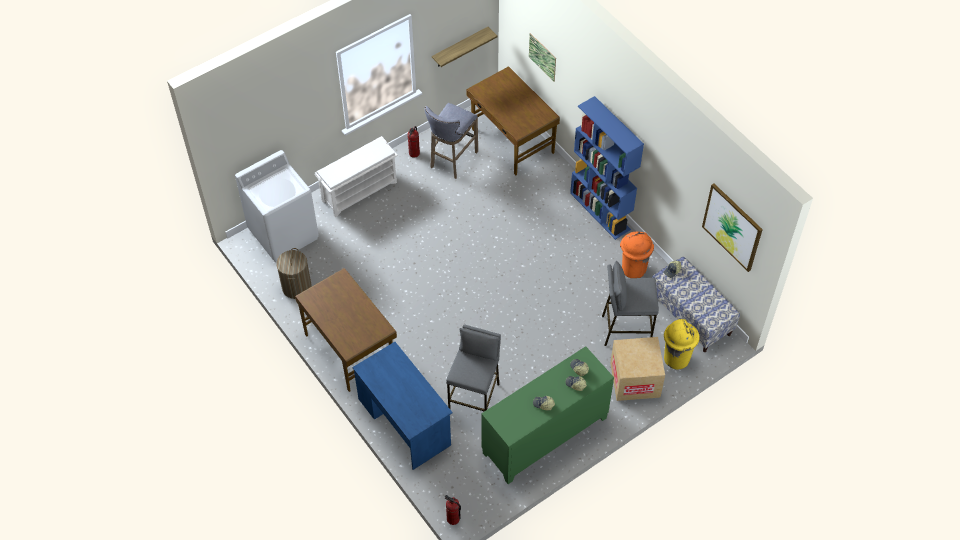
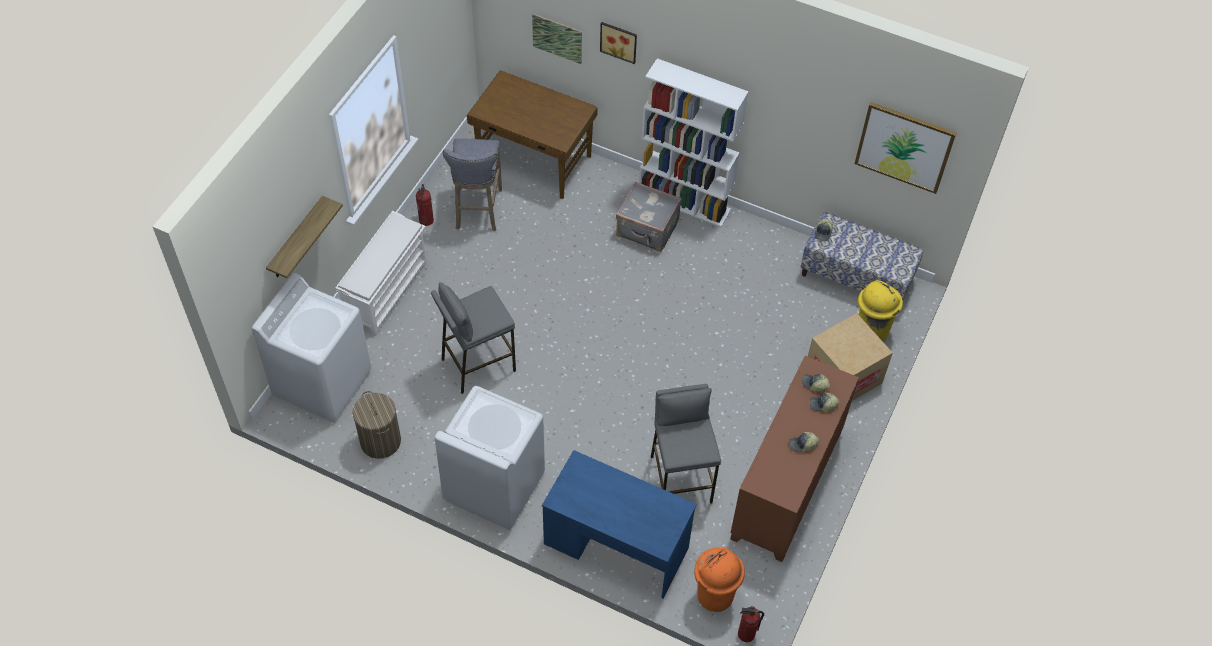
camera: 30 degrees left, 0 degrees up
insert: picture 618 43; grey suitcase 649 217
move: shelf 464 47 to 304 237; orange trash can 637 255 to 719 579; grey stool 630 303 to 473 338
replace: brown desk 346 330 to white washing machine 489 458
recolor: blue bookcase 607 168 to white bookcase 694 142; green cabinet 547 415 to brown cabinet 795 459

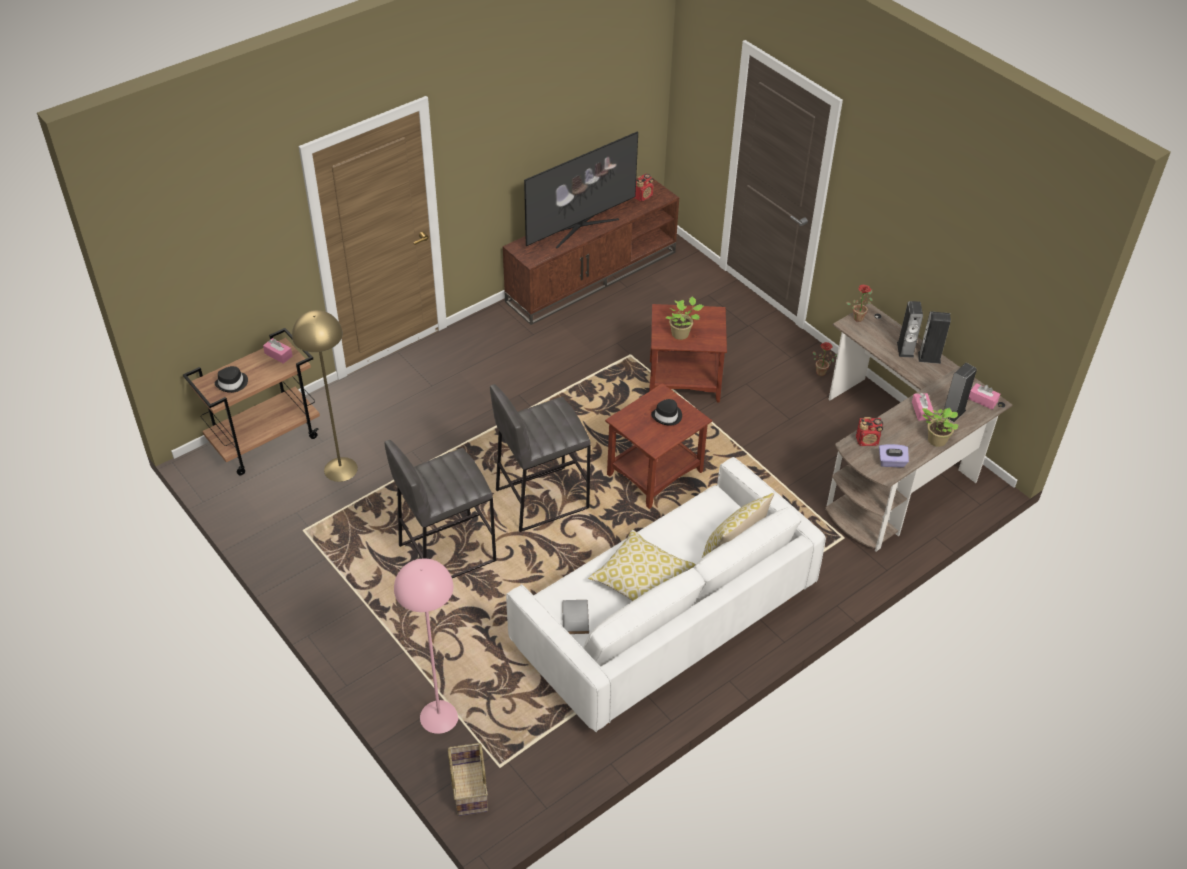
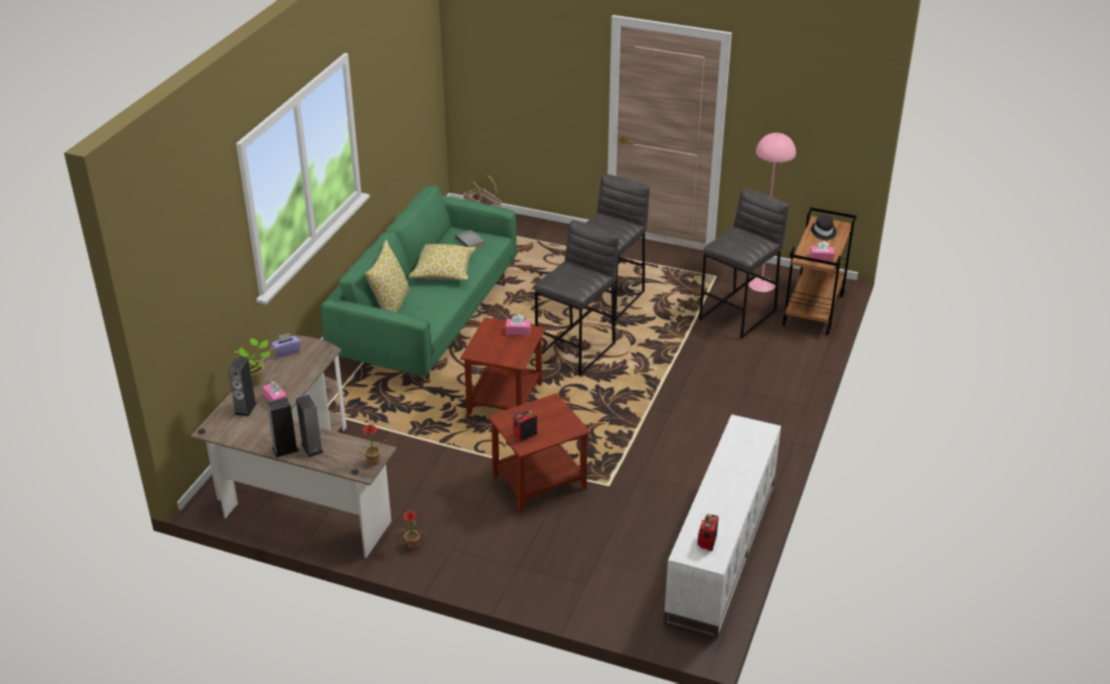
camera: 150 degrees right, 10 degrees down
delete: television 581 189; potted plant 684 318; black hat 666 412
move: pink tissue box 984 396 to 518 324; radio 869 431 to 525 426; pink floor lamp 426 646 to 772 212
replace: yellow floor lamp 325 396 to grey stool 744 263
recolor: brown tv stand 591 252 to white tv stand 722 526; white sofa 666 594 to green sofa 418 282

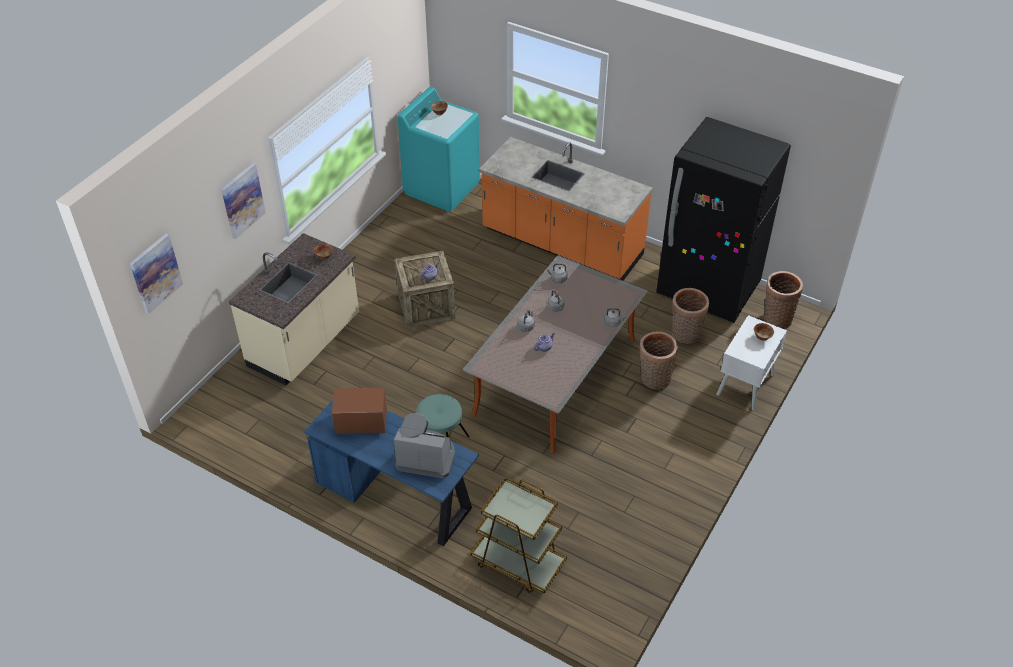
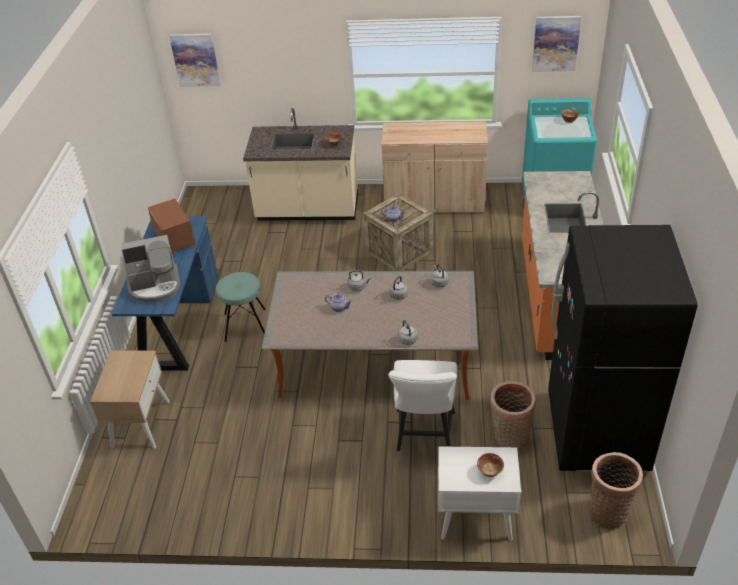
camera: 65 degrees right, 5 degrees down
insert: beige cabinet 435 166
move: picture 243 201 to 556 44
replace: basket 658 360 to white chair 422 405; brown cart 519 535 to beige nightstand 130 399
rotate: coffee machine 424 445 = 151 269 90 degrees clockwise

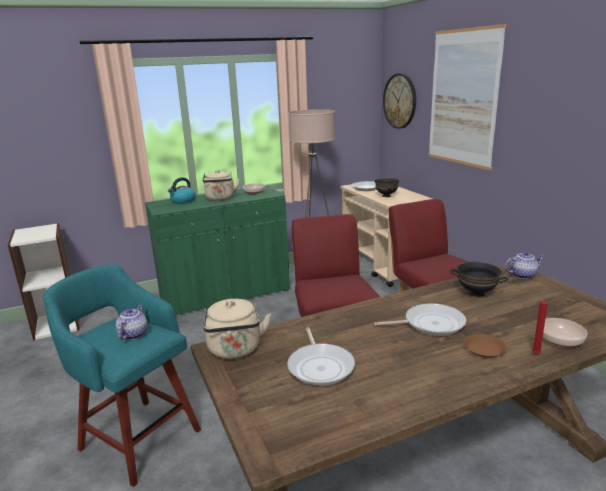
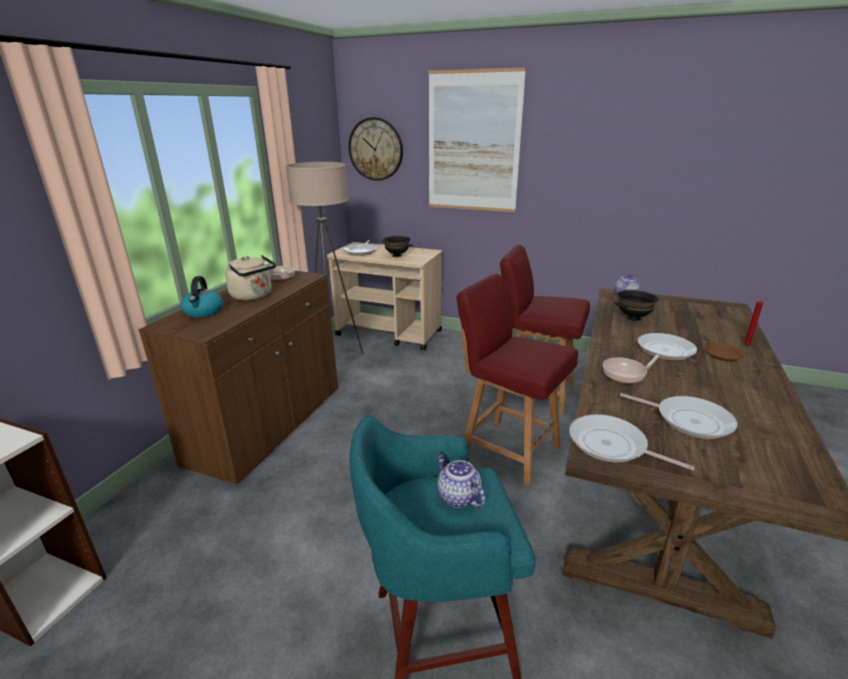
camera: 45 degrees left, 5 degrees up
move: bowl 565 332 to 625 370
replace: beige kettle 237 329 to frying pan 631 442
recolor: green cabinet 217 250 to brown cabinet 238 378

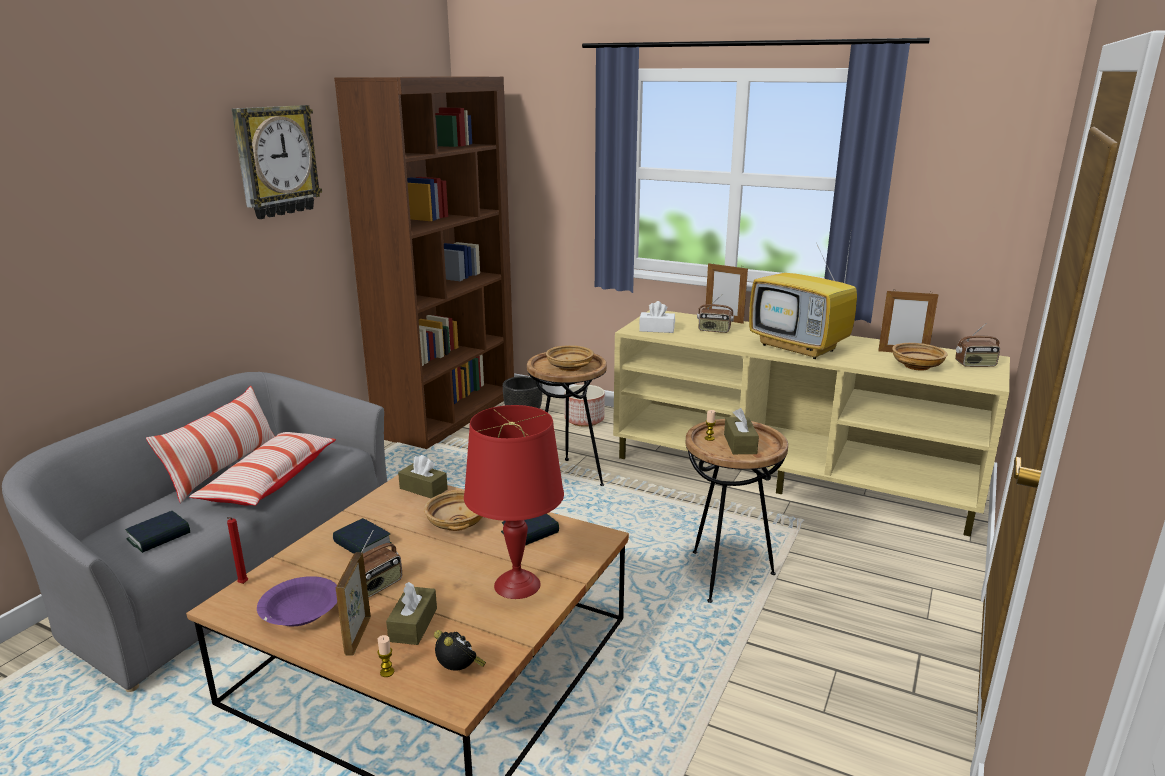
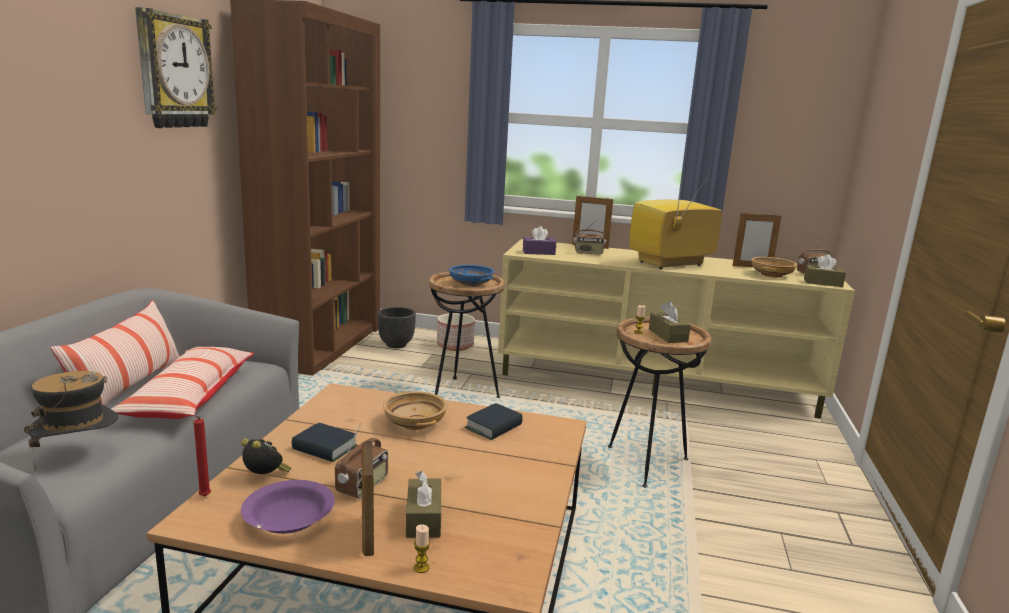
camera: 15 degrees left, 5 degrees down
delete: red table lamp 514 502
move: brown tissue box 423 476 to 825 270; alarm clock 460 650 to 266 456
replace: book 157 532 to hat 71 421
recolor: white tissue box 657 317 to purple tissue box 539 240; beige bowl 570 358 to blue bowl 471 276
rotate: television 803 297 = 676 216 120 degrees clockwise

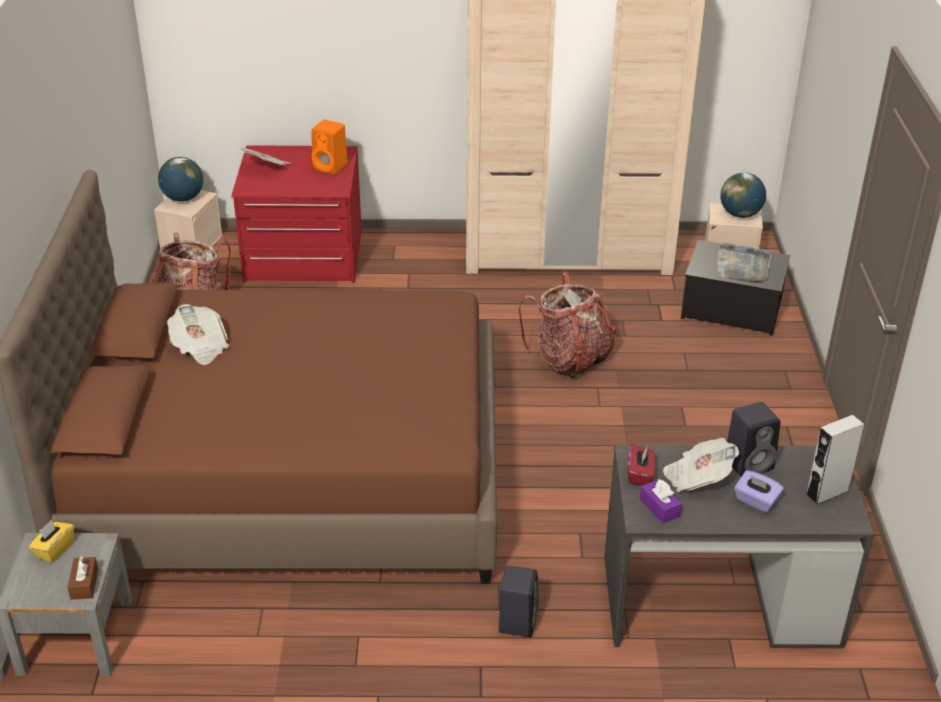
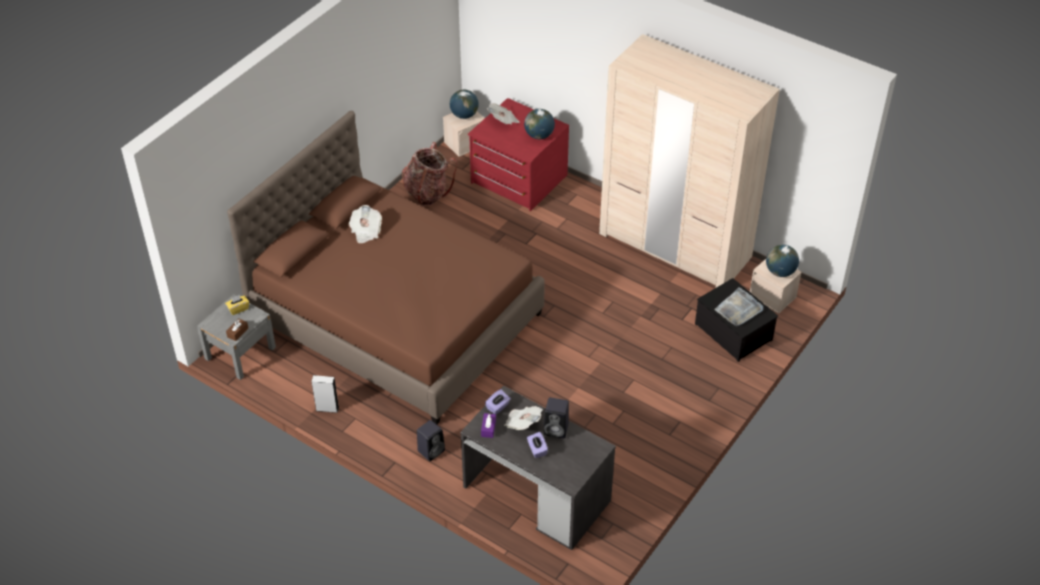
camera: 35 degrees right, 10 degrees up
delete: backpack 567 325
move: grey speaker 835 460 to 325 394
replace: orange speaker 330 147 to globe 539 124
recolor: red tissue box 641 464 to purple tissue box 498 401

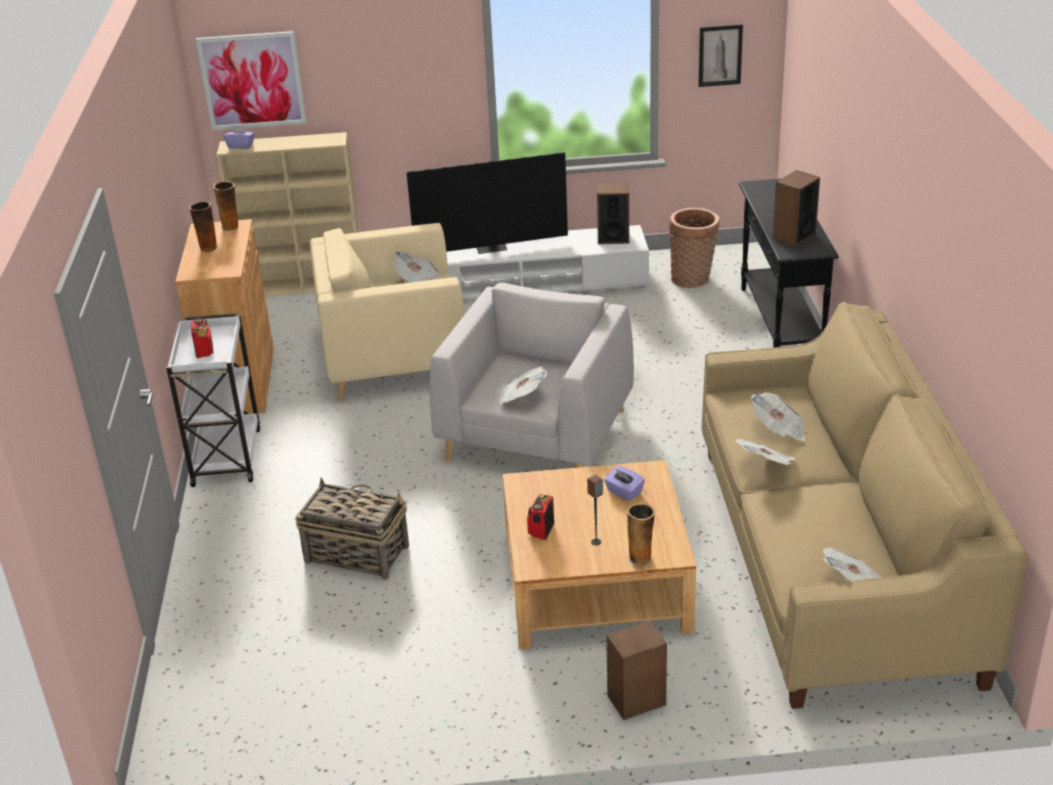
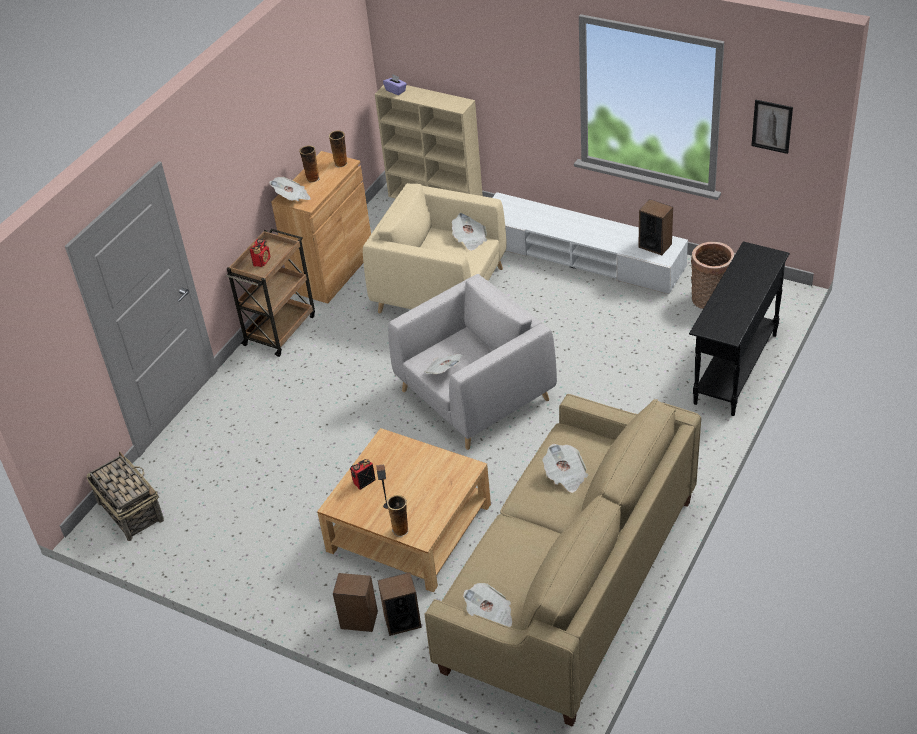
camera: 35 degrees right, 10 degrees up
delete: picture 251 80; television 487 203; purple tissue box 624 483
move: speaker 796 208 to 400 604; newspaper 765 452 to 290 189; basket 352 528 to 125 496
recolor: white cart 213 400 to brown cart 270 293

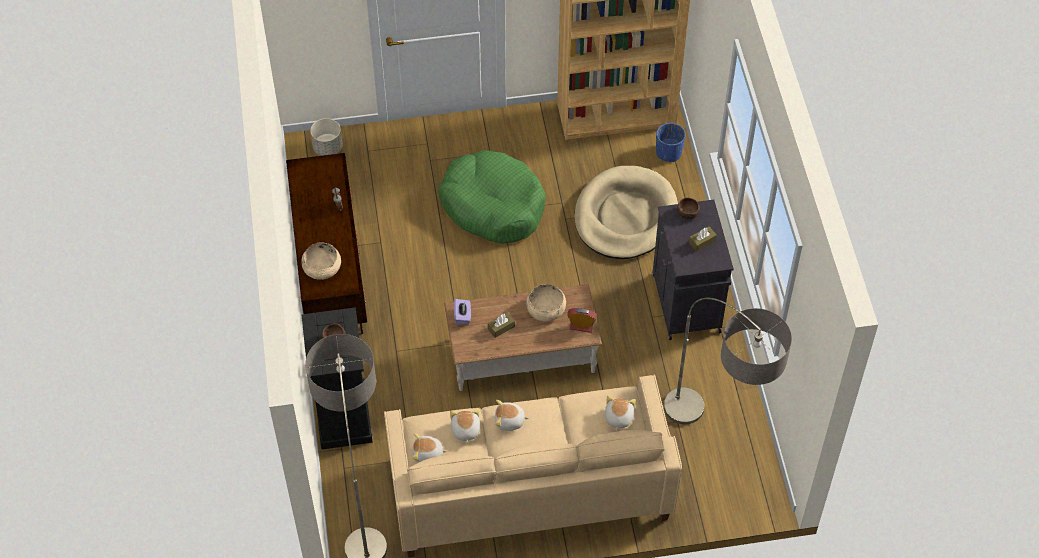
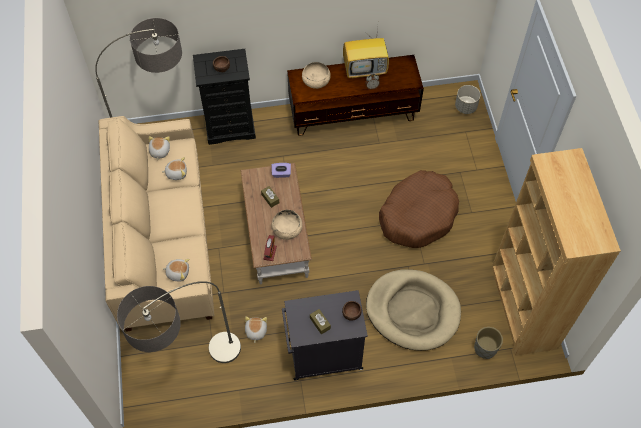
camera: 90 degrees right, 5 degrees up
insert: television 366 52
move: plush toy 512 415 to 256 329
recolor: blue planter 671 142 to grey planter 488 343; green dog bed 492 197 to brown dog bed 419 209

